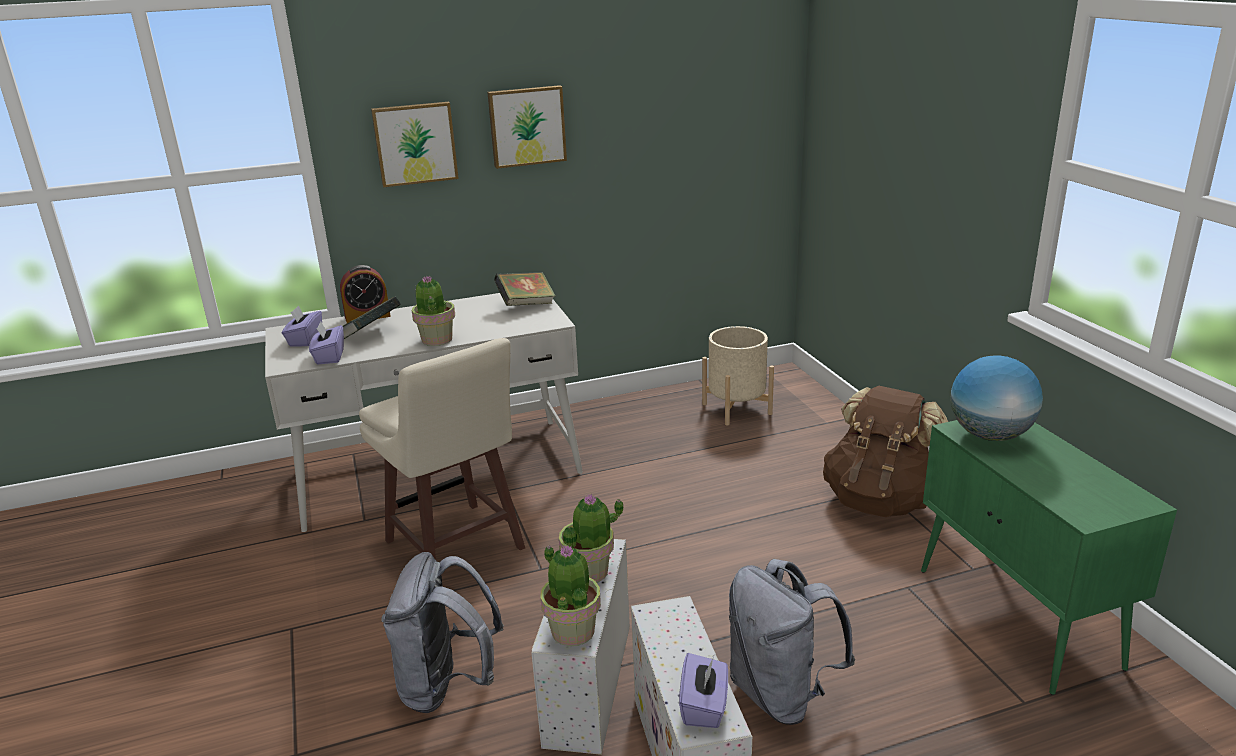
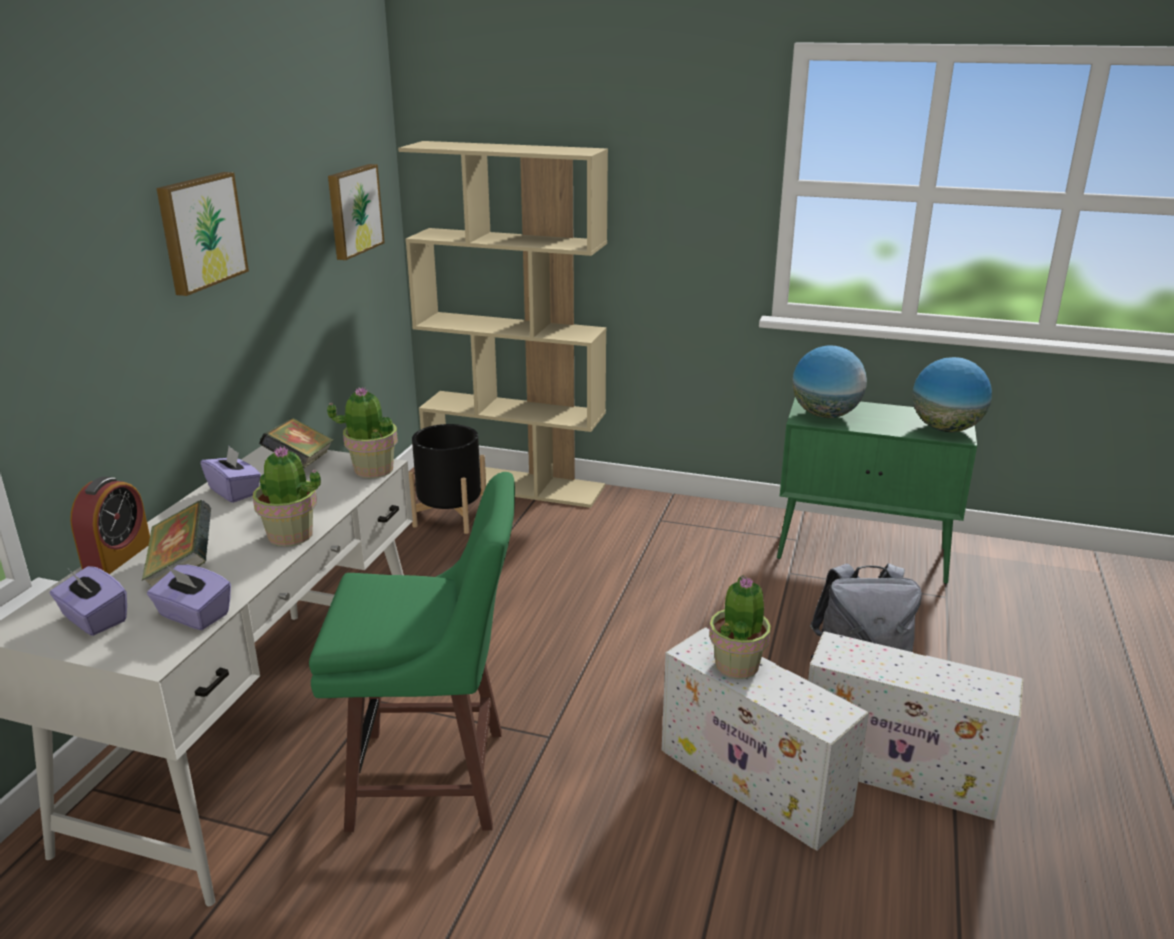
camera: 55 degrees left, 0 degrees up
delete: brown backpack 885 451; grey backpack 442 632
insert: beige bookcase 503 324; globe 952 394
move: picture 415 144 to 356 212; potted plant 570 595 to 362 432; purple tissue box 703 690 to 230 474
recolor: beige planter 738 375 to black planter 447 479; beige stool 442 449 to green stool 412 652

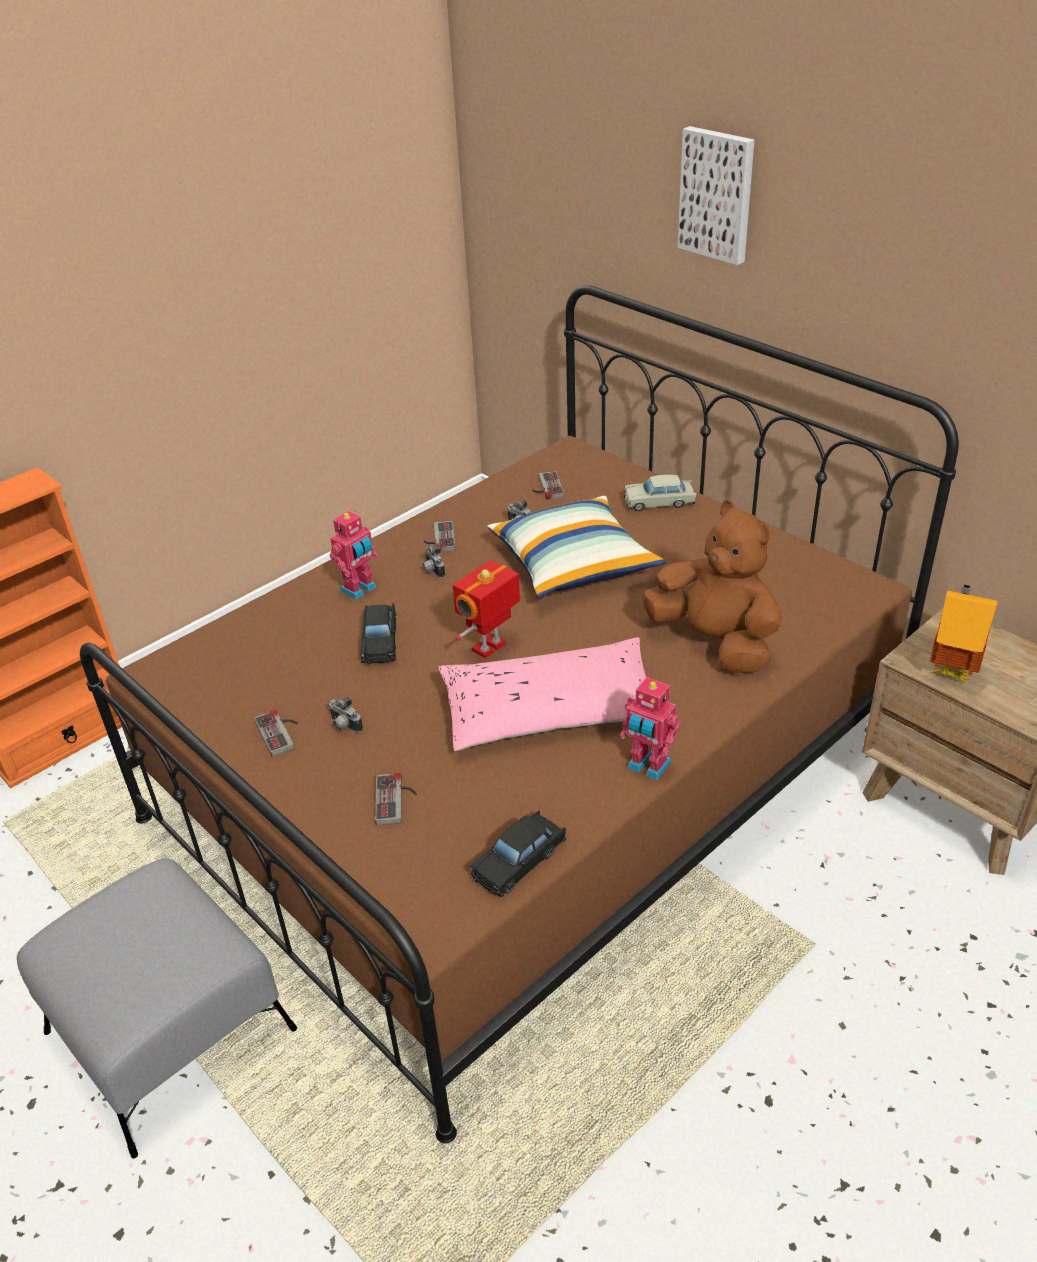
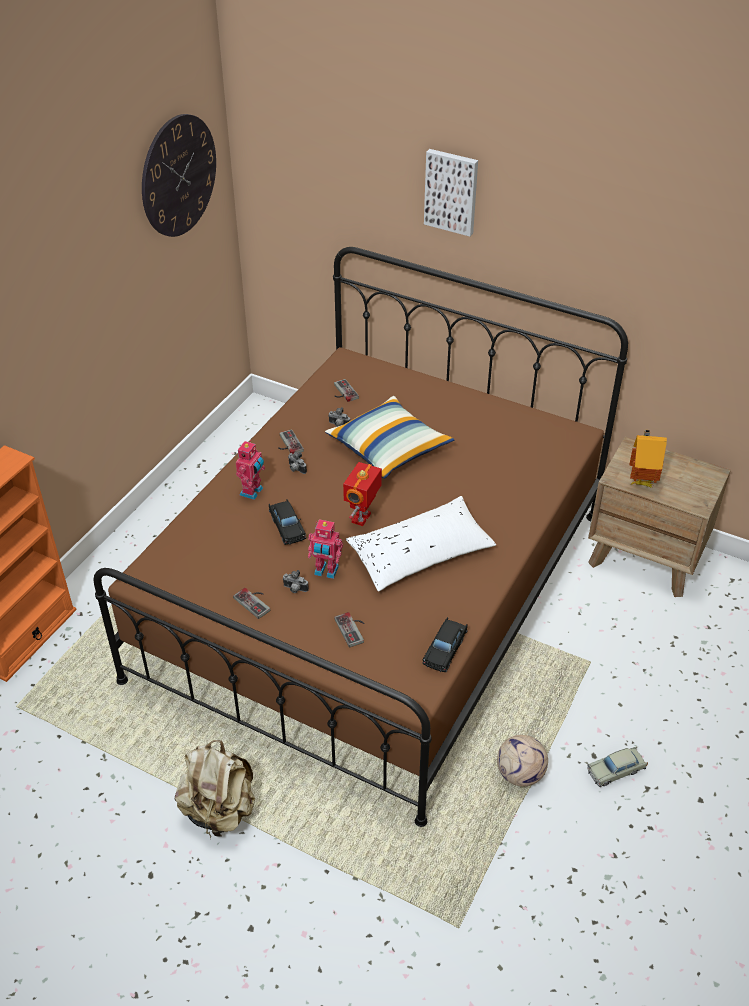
camera: 20 degrees left, 5 degrees up
delete: brown plush toy 712 586
insert: wall clock 179 175; football 522 760
move: beige toy car 660 492 to 617 767; toy robot 650 728 to 325 549
replace: grey ottoman 157 1008 to beige backpack 215 790
recolor: pink pillow 542 694 to white pillow 421 544

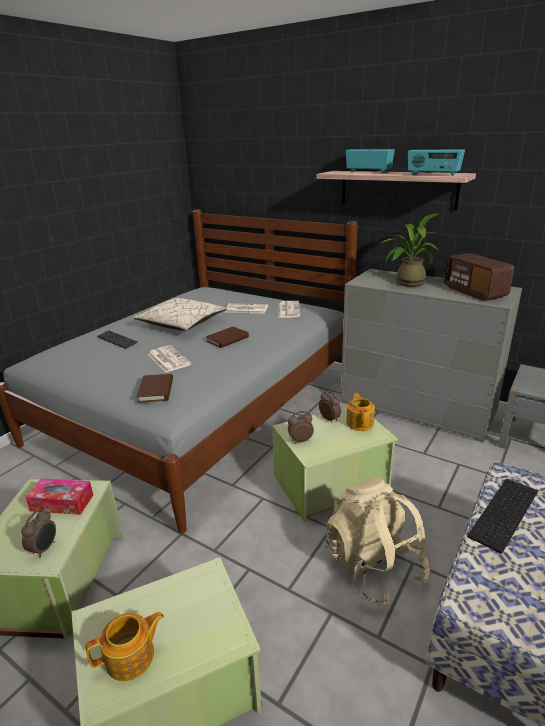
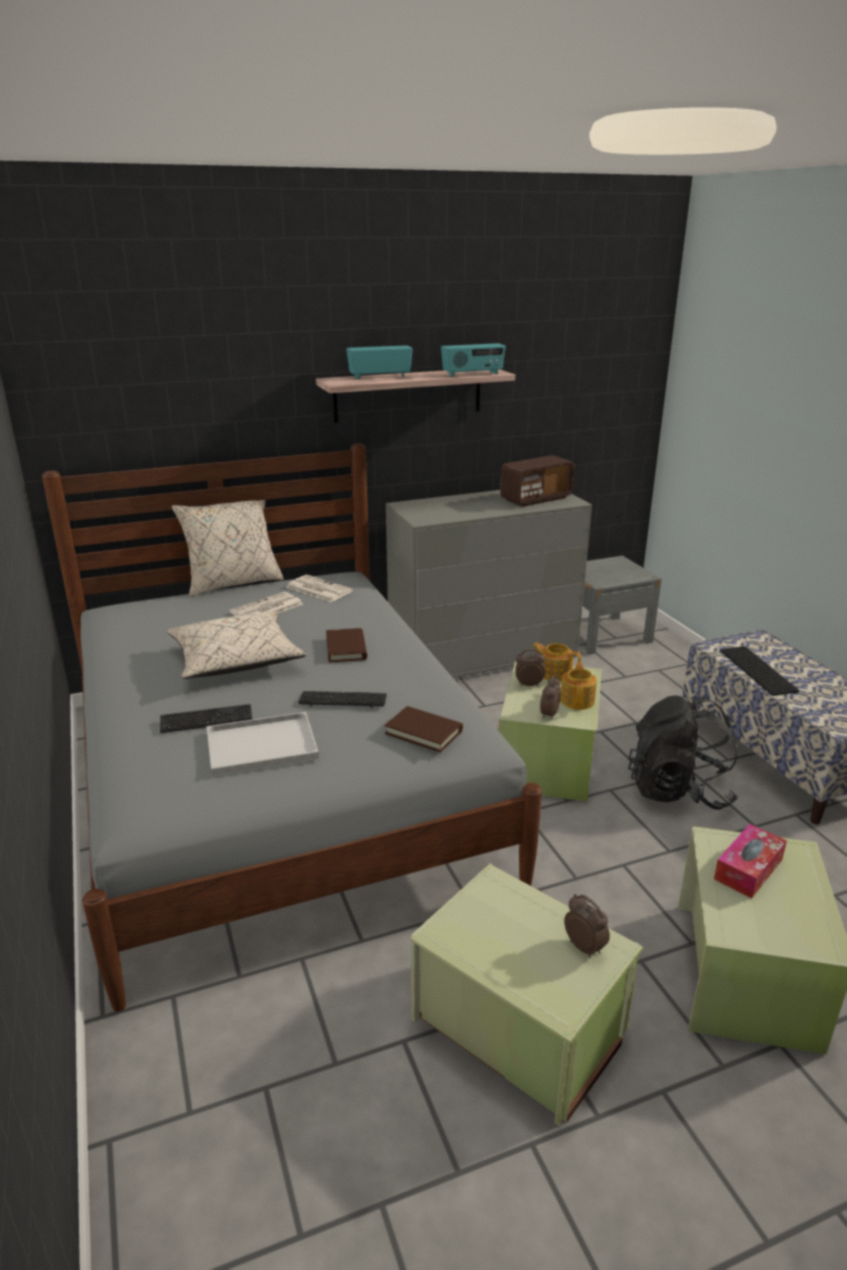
camera: 55 degrees left, 0 degrees up
delete: potted plant 408 250
insert: beige pillow 227 548; white tray 263 744
move: tissue box 59 496 to 750 861; teapot 124 646 to 578 686
replace: newspaper 169 358 to keyboard 342 699
recolor: beige backpack 378 541 to black backpack 683 752
rotate: radio 479 277 = 537 481 45 degrees counterclockwise

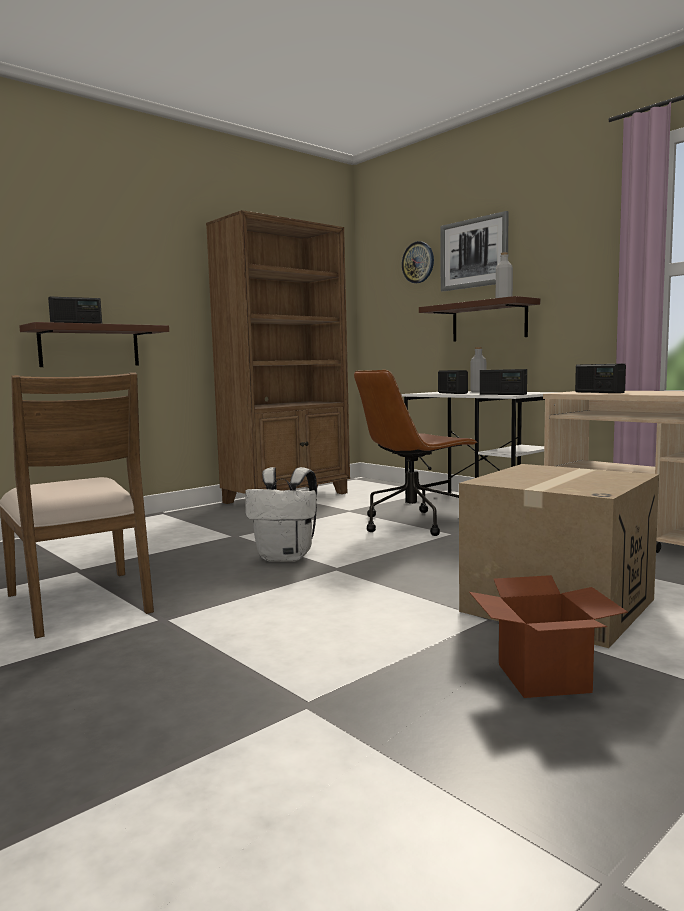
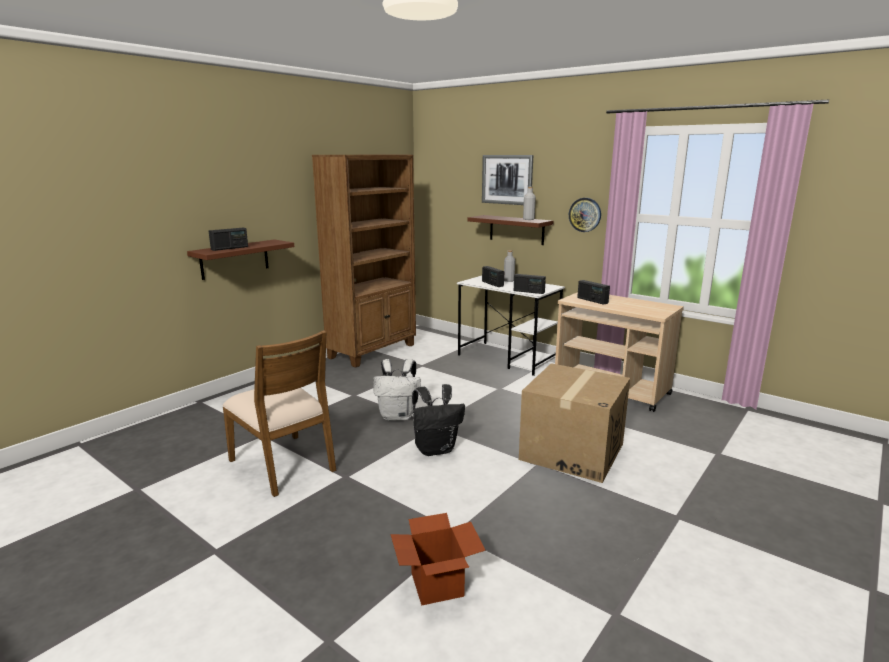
camera: 10 degrees left, 10 degrees up
delete: brown office chair 415 453
insert: black backpack 438 420
move: wall clock 418 262 to 585 215; cardboard box 548 636 to 438 559

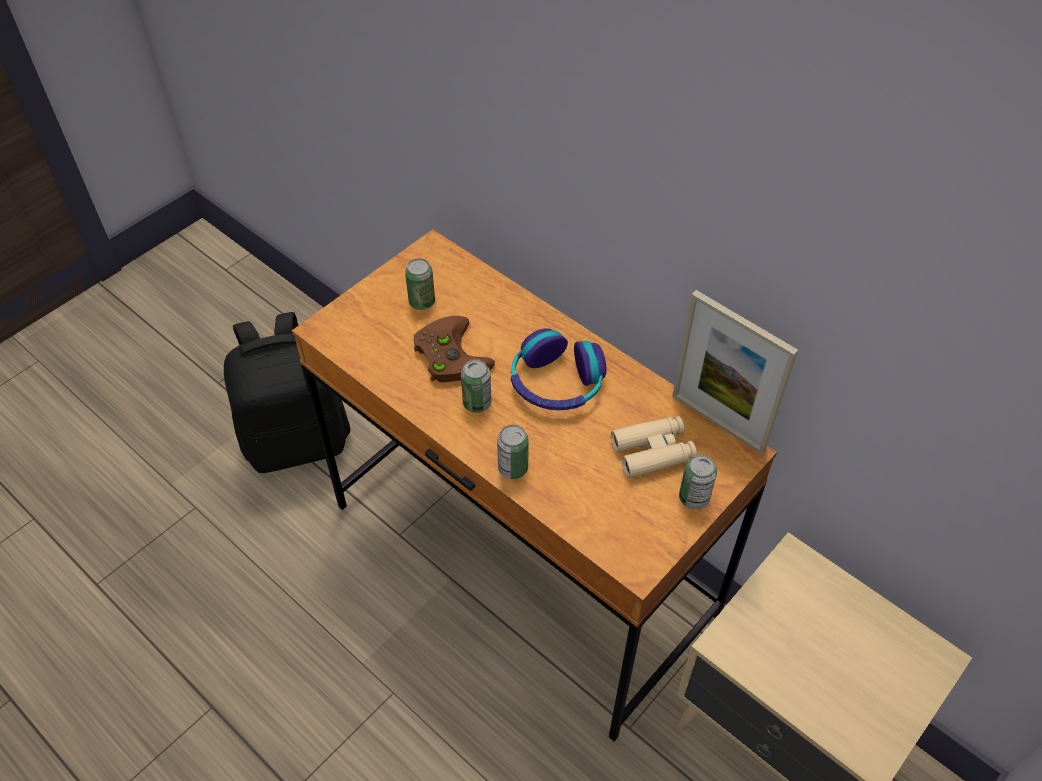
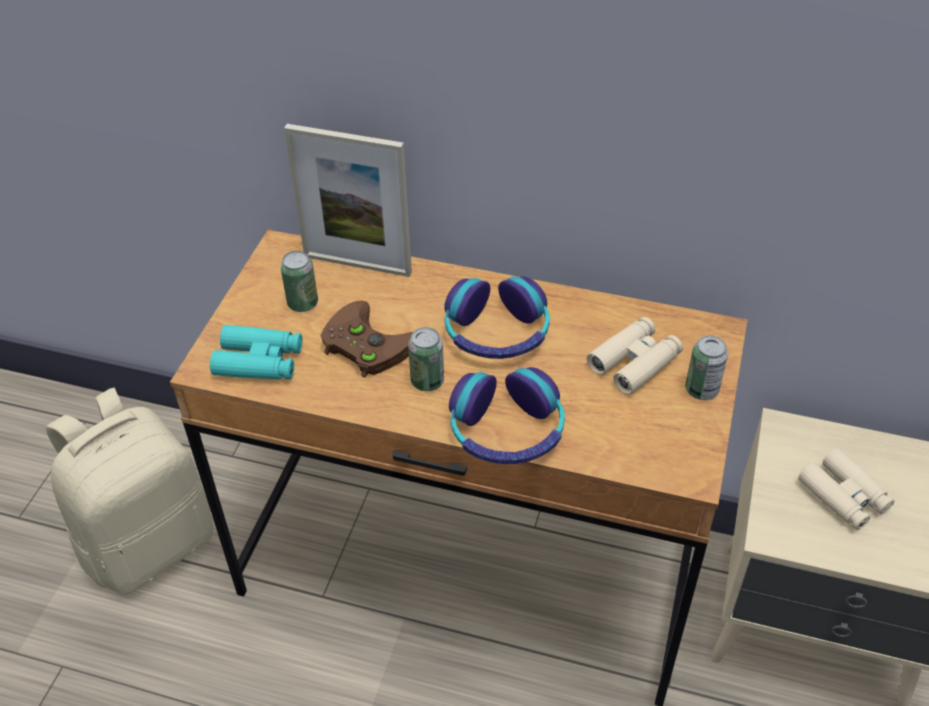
camera: 25 degrees left, 5 degrees down
insert: turquoise binoculars 256 352; beige binoculars 846 489
move: picture frame 735 372 to 348 200
replace: can 513 452 to headphones 507 415
recolor: black backpack 287 392 to beige backpack 129 491

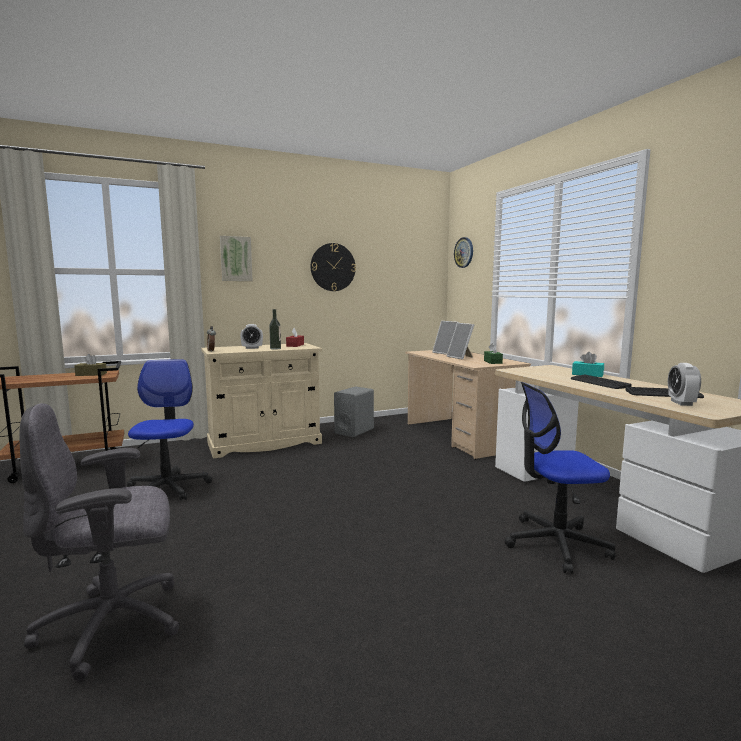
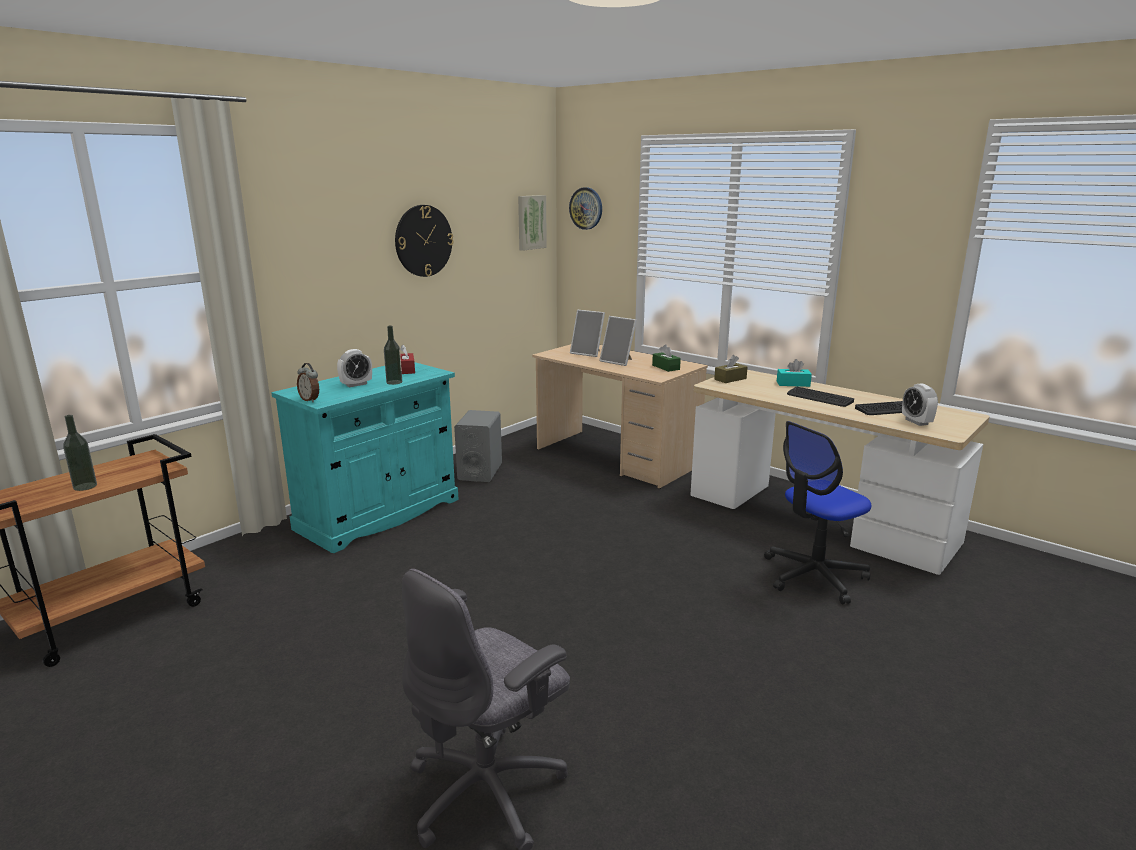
camera: 25 degrees left, 10 degrees up
delete: office chair 169 429
insert: bottle 80 453
move: picture 236 258 to 532 223; brown tissue box 90 365 to 731 369
recolor: beige cabinet 261 401 to turquoise cabinet 365 458

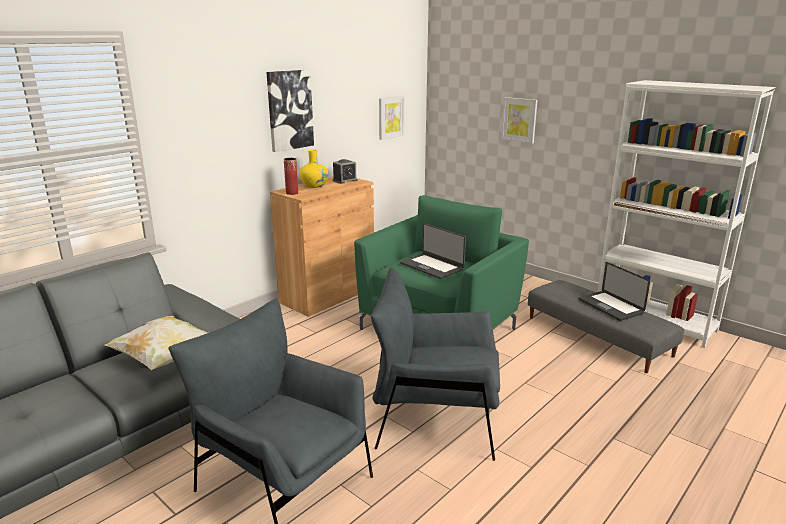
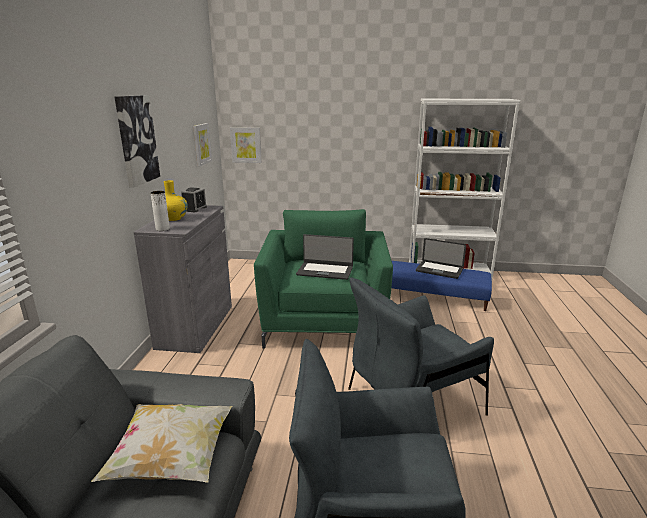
camera: 35 degrees left, 0 degrees up
move: picture 519 120 to 246 145
recolor: red vase 291 176 to white vase 160 211; brown cabinet 322 247 to grey cabinet 183 279; grey ottoman 606 326 to blue ottoman 441 286

